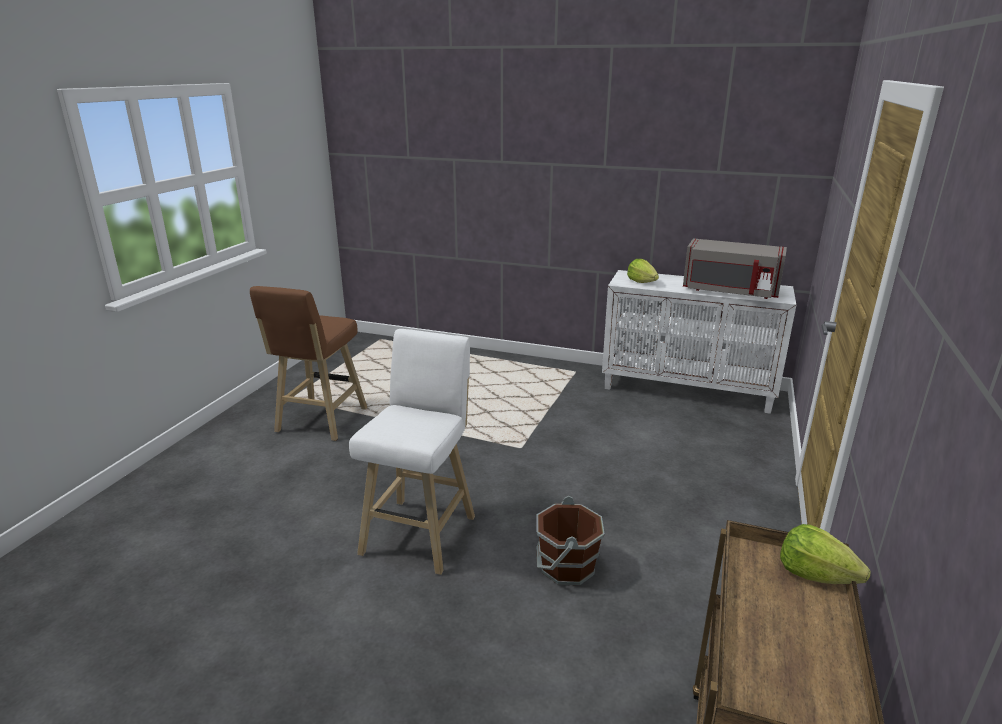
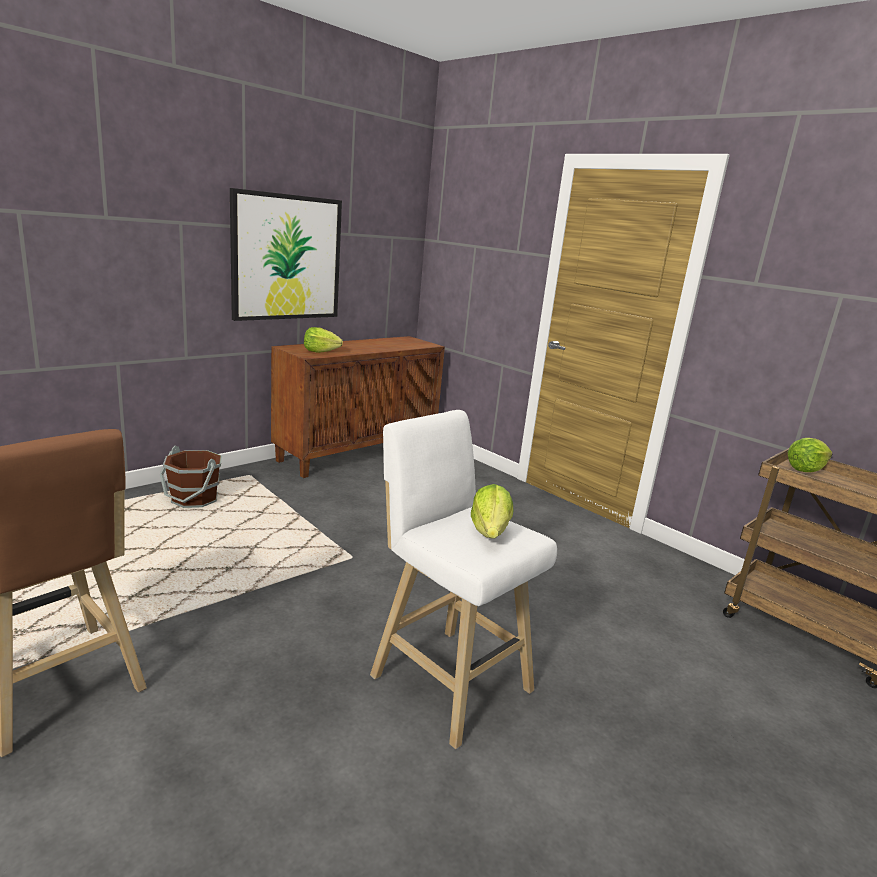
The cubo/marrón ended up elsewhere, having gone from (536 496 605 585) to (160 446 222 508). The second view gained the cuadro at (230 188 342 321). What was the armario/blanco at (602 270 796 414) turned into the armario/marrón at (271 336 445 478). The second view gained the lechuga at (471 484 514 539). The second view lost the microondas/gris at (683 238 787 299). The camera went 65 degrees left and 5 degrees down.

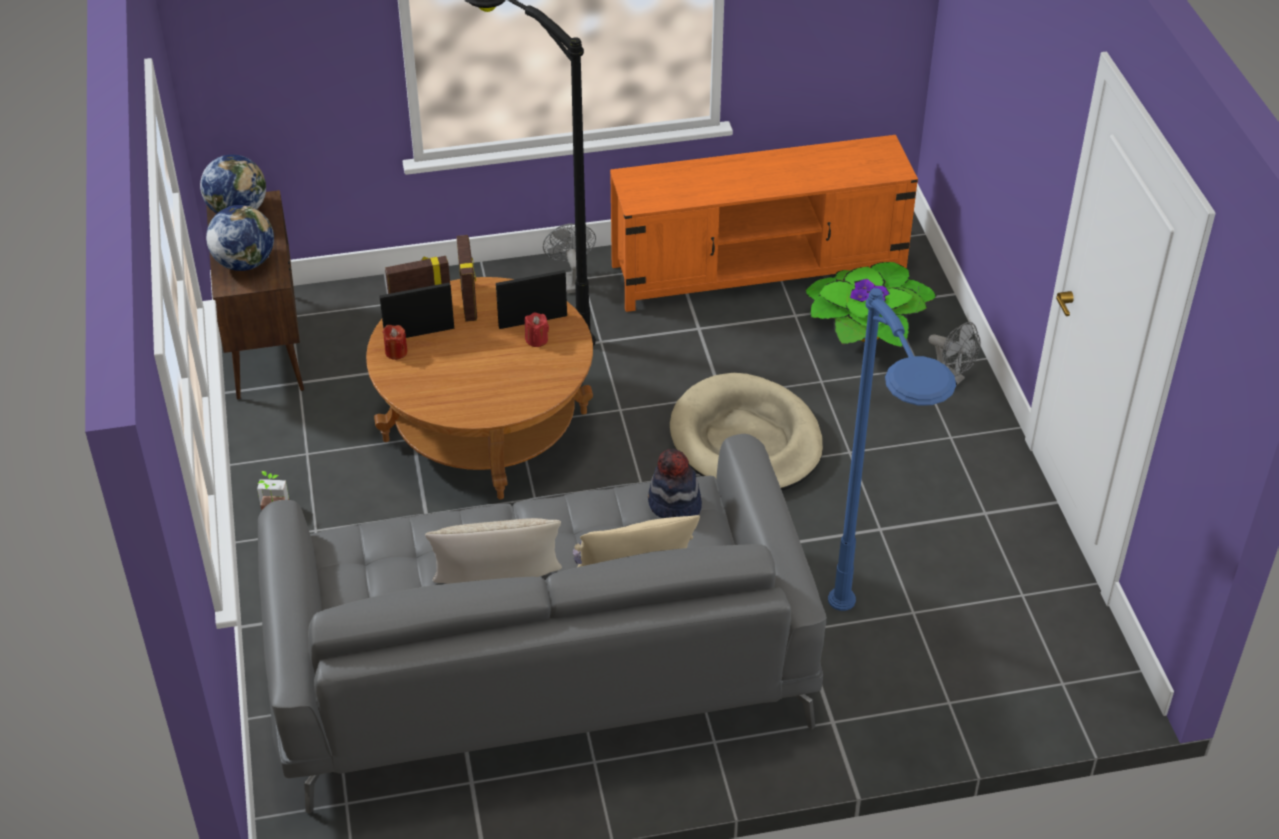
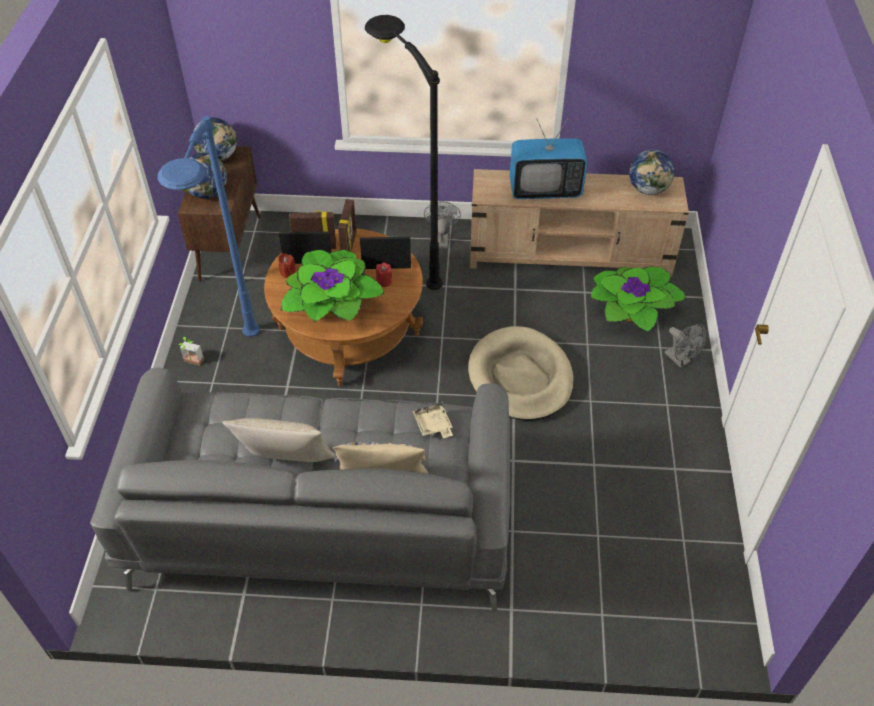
The lámpara de pie/azul ended up elsewhere, having gone from (828 288 956 611) to (158 116 260 337). The second view gained the planta en maceta at (281 250 384 322). Where the sombrero stood at (648 449 702 518), the bandeja/beis came to stand at (412 402 453 438). What was the mueble de televisión/naranja at (610 135 918 312) turned into the mueble de televisión/beis at (470 169 689 277). The second view gained the televisor at (510 119 588 199). The second view gained the globo terráqueo at (629 150 675 195). The camera went 15 degrees right and 5 degrees up.

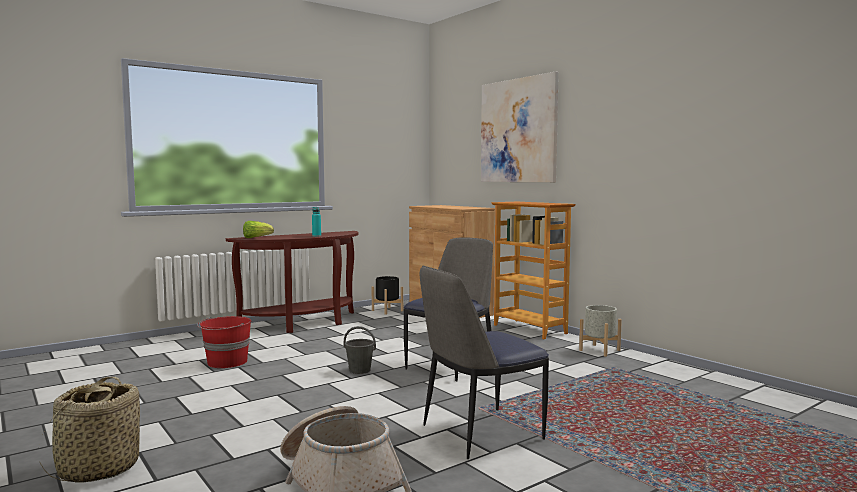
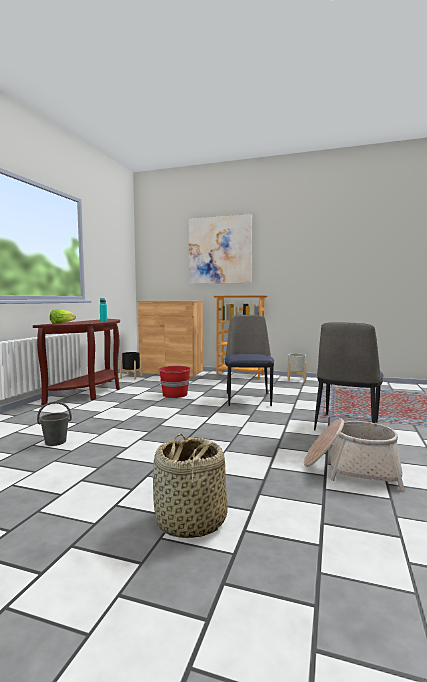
The cubo/gris ended up elsewhere, having gone from (344 326 376 374) to (37 401 72 446). The cubo/rojo ended up elsewhere, having gone from (197 316 251 368) to (158 366 191 398). The camera went 35 degrees left and 0 degrees up.

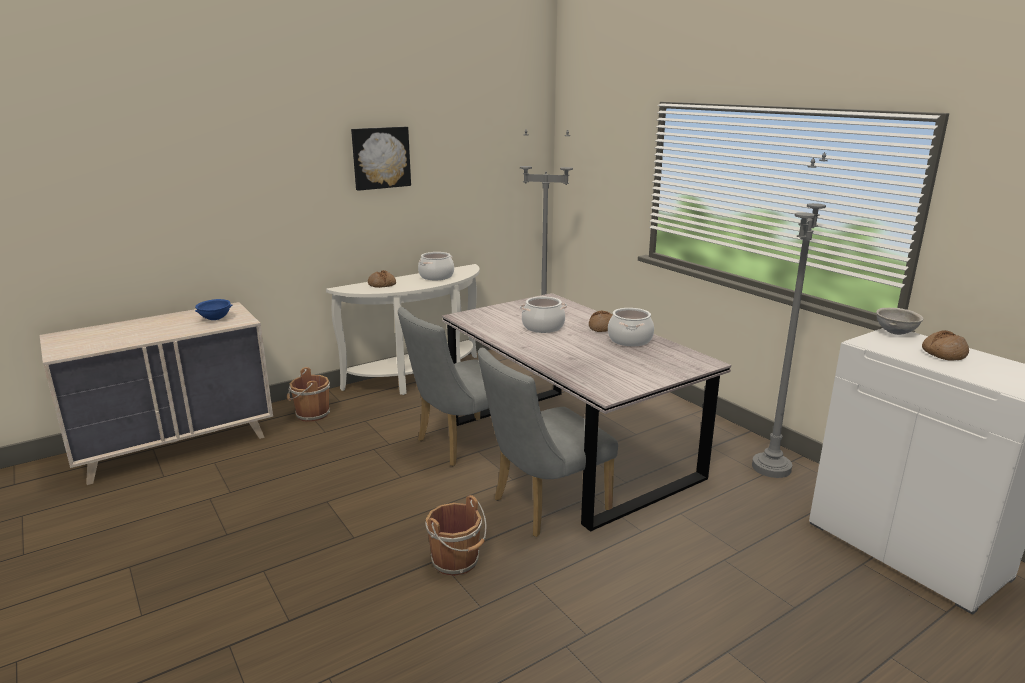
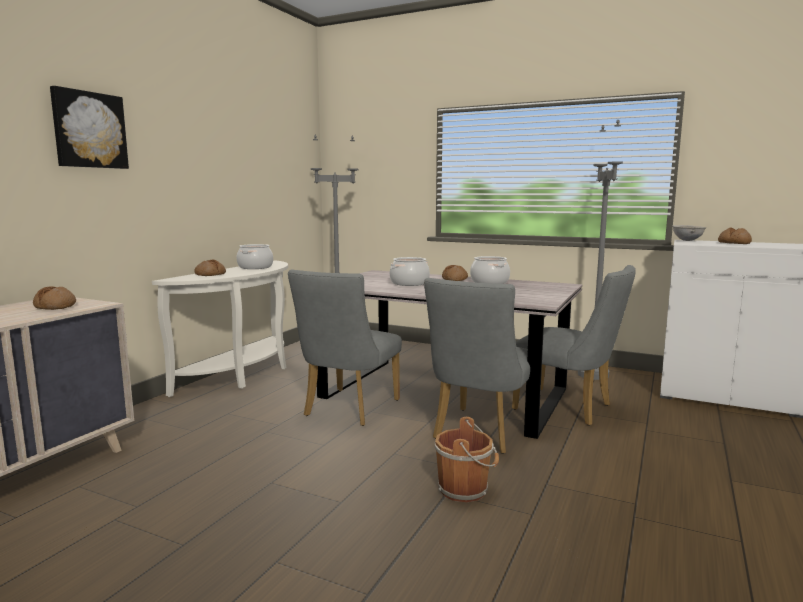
Where the cuenco/azul stood at (195 299 233 320), the pan came to stand at (33 287 76 310). The cuadro ended up elsewhere, having gone from (351 127 411 191) to (50 86 129 169). The second view gained the silla/gris at (512 265 636 426). The second view lost the cubo/marrón at (287 367 330 422). The camera went 30 degrees left and 10 degrees down.

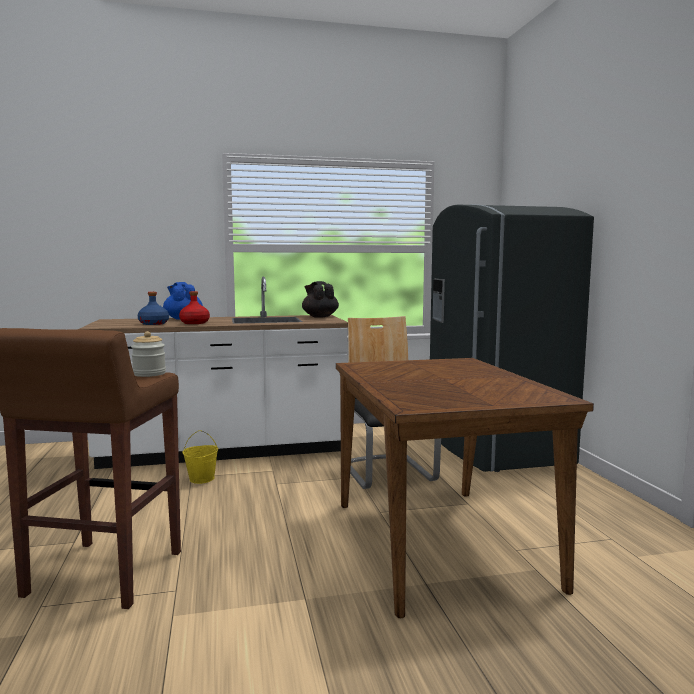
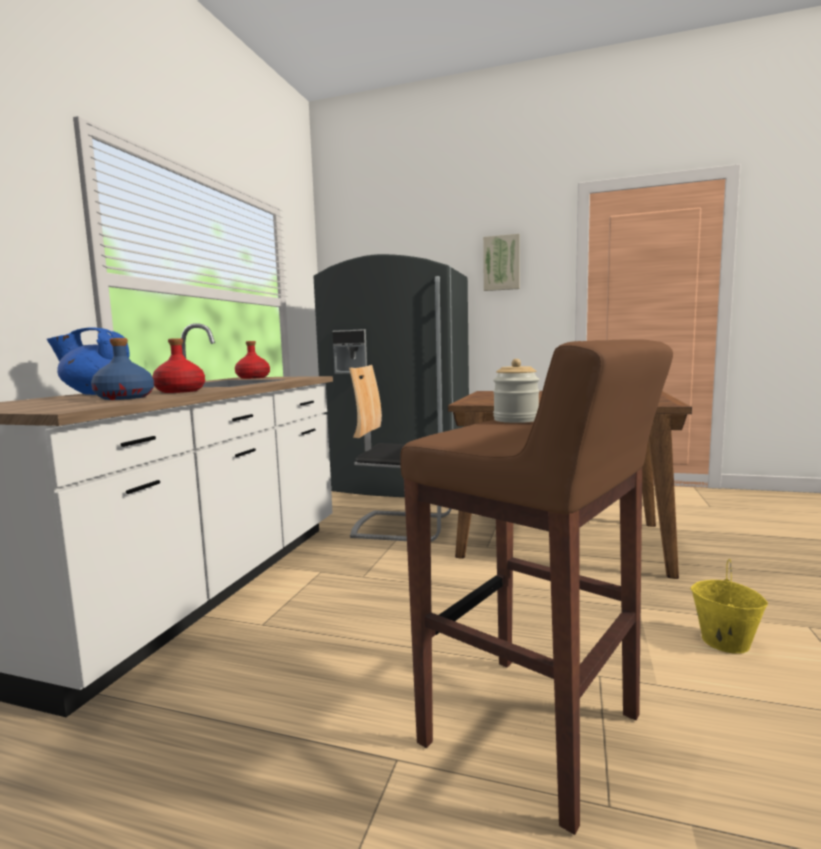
Where the tetera/negro stood at (302 281 339 318), the botella/rojo came to stand at (235 341 270 379). The second view gained the cuadro at (483 234 520 291). The cubo/amarillo ended up elsewhere, having gone from (183 430 218 484) to (691 559 768 654). The camera went 60 degrees left and 0 degrees up.

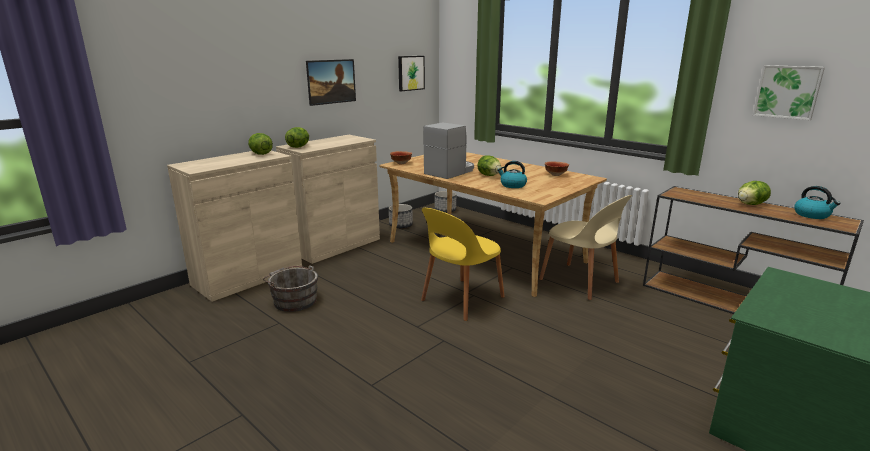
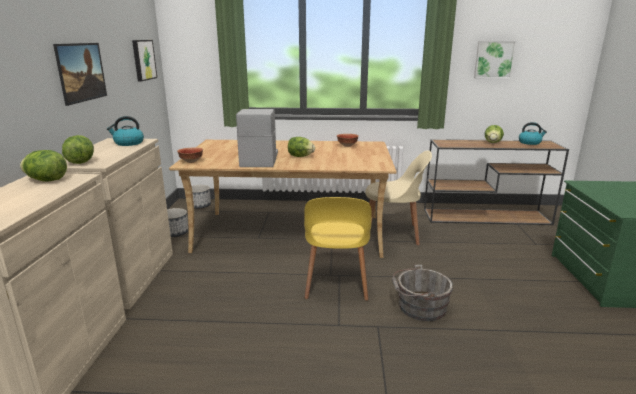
The hervidor ended up elsewhere, having gone from (497 161 527 188) to (107 116 144 146). The cubo/gris ended up elsewhere, having gone from (263 265 318 312) to (392 265 453 321). The camera went 40 degrees left and 0 degrees up.

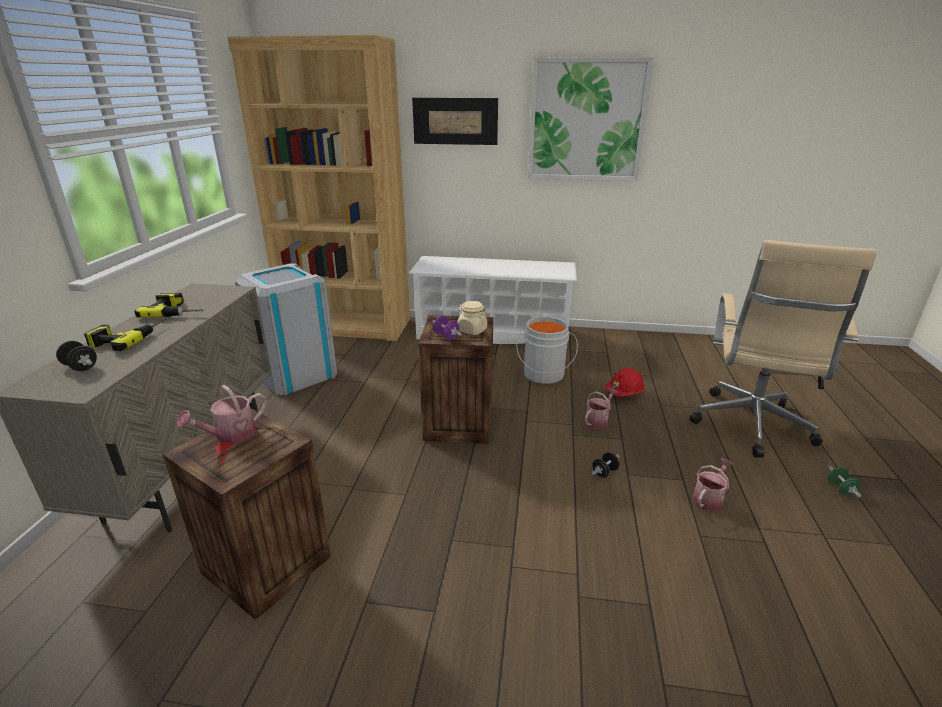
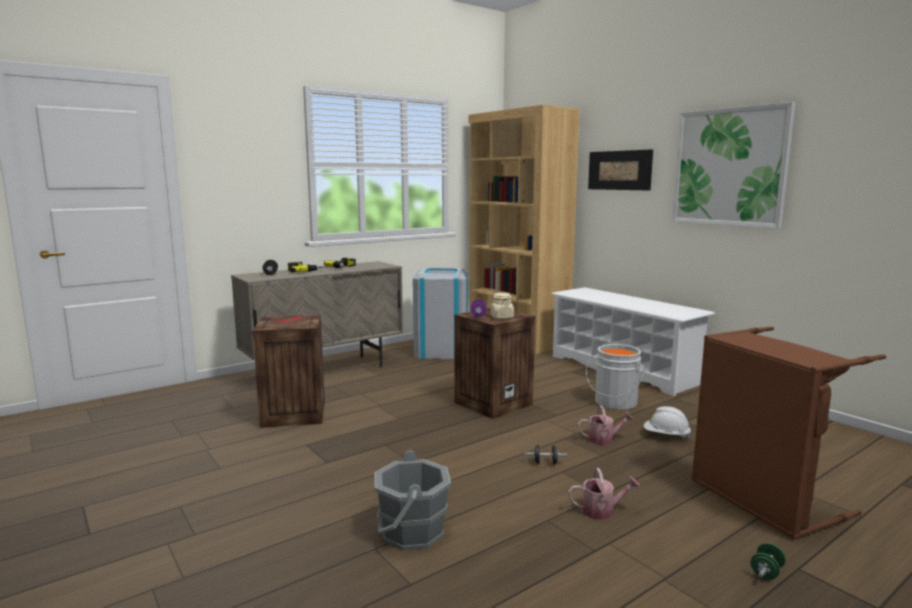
The second view gained the cubo/gris at (375 450 451 550). What was the casco/rojo at (605 368 645 397) turned into the casco/blanco at (644 406 691 439). Where the silla de oficina/beis stood at (689 240 877 457), the cesto de la ropa/marrón came to stand at (692 326 886 540). The second view lost the regadera at (177 385 267 444). The camera went 45 degrees right and 15 degrees down.

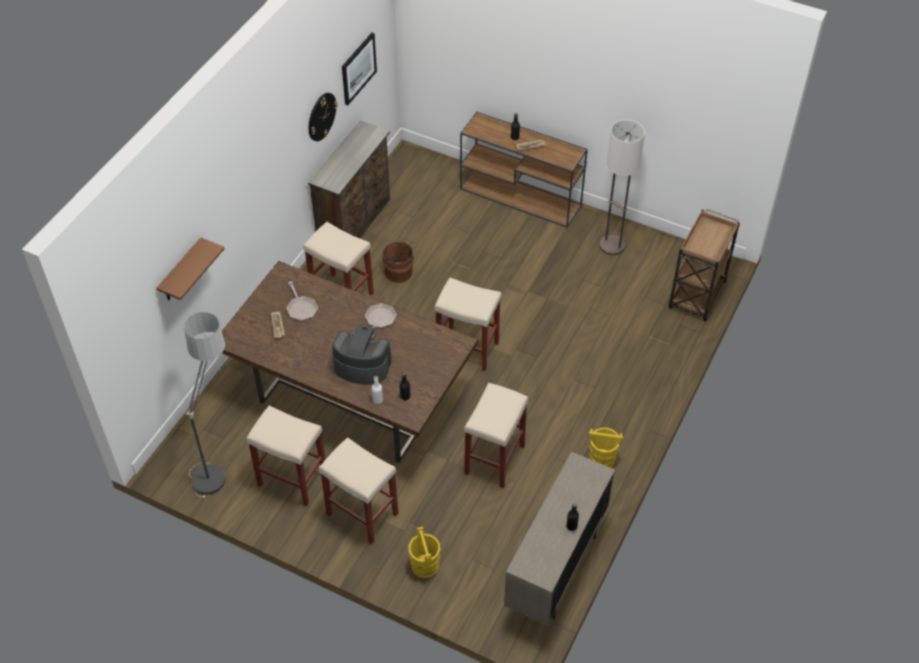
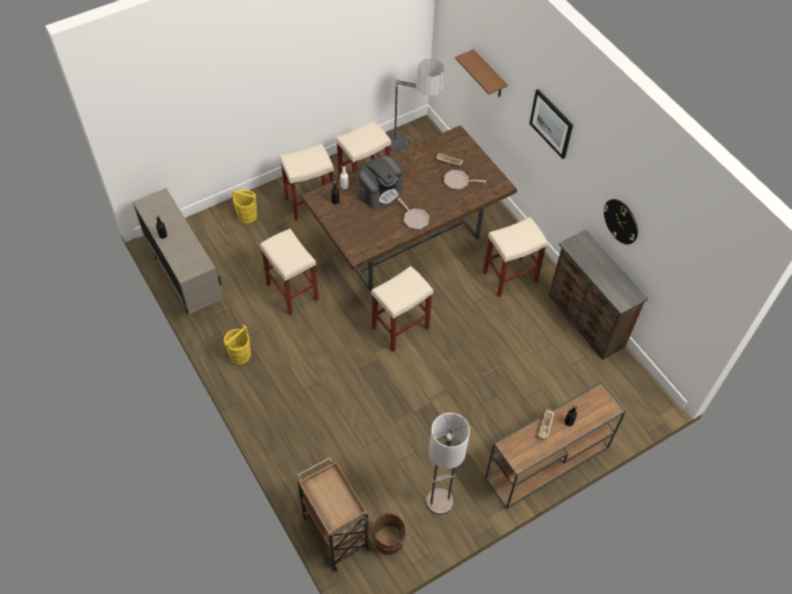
The cubo/marrón ended up elsewhere, having gone from (380 241 414 283) to (372 513 409 555). The cuadro ended up elsewhere, having gone from (342 33 377 105) to (529 89 573 159). The camera went 120 degrees right and 5 degrees up.

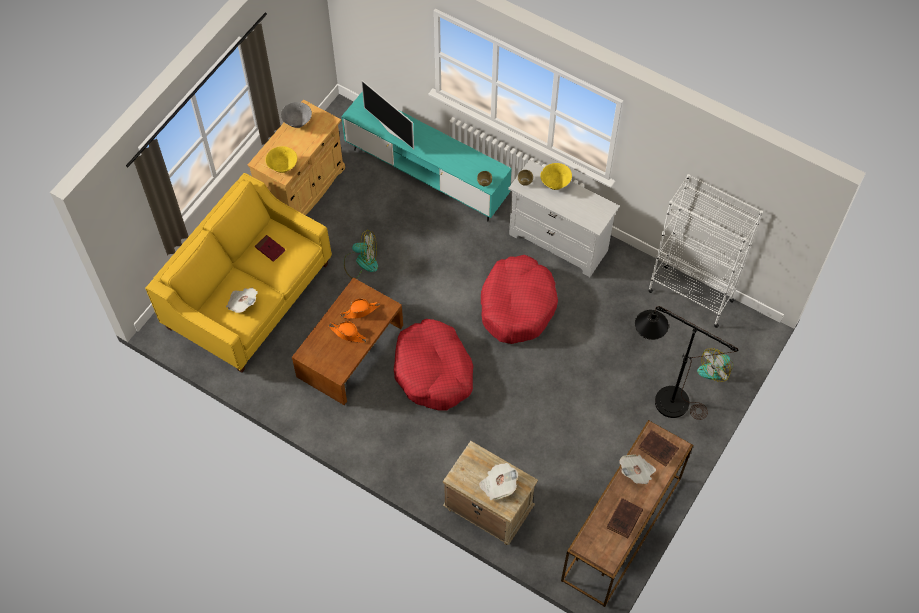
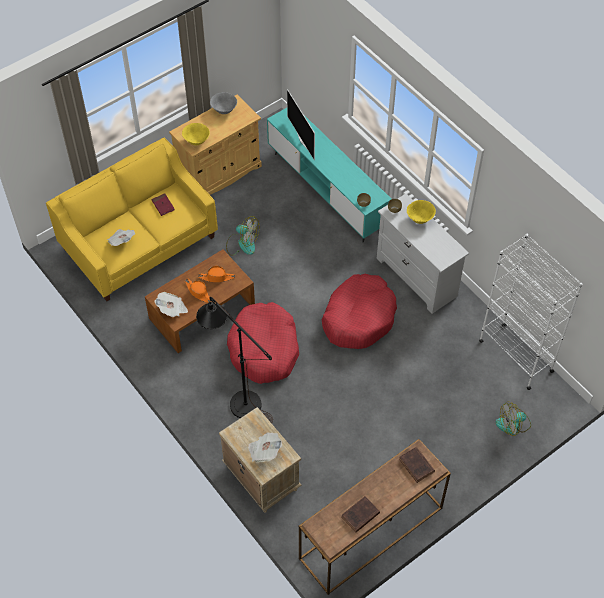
The periódico ended up elsewhere, having gone from (620 455 656 484) to (154 292 188 317). The lámpara de pie/negro ended up elsewhere, having gone from (635 306 738 420) to (196 297 273 423). The camera went 20 degrees right and 5 degrees down.

